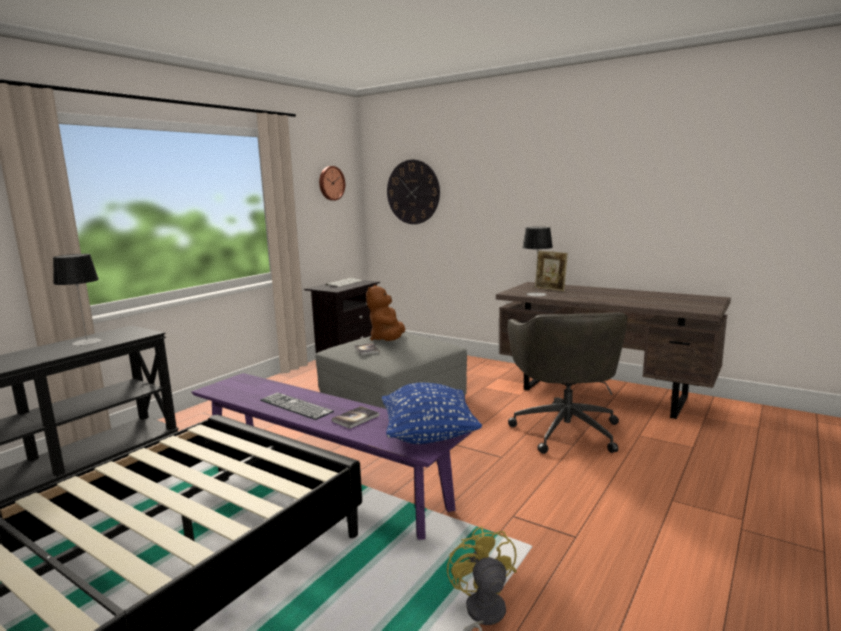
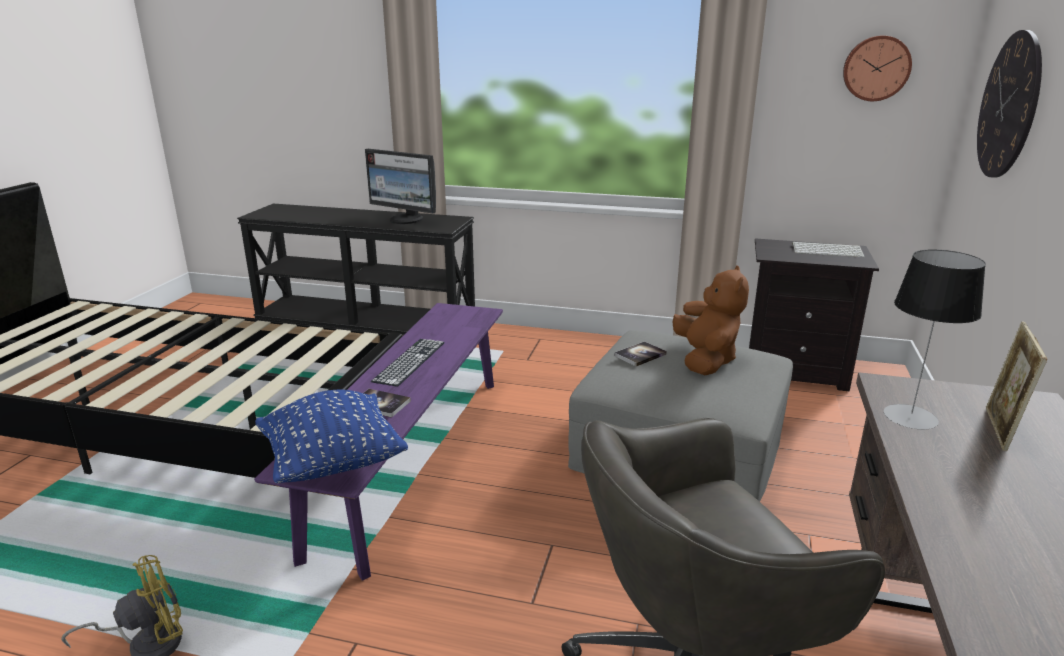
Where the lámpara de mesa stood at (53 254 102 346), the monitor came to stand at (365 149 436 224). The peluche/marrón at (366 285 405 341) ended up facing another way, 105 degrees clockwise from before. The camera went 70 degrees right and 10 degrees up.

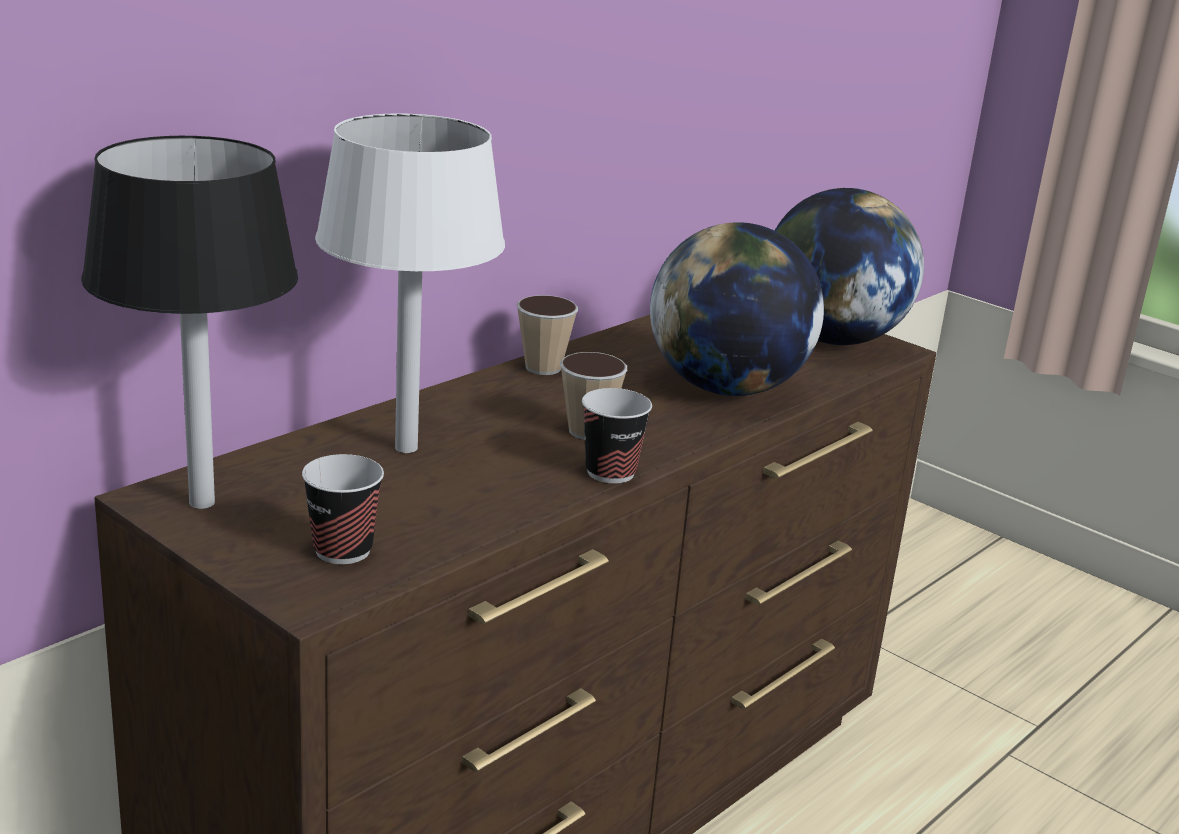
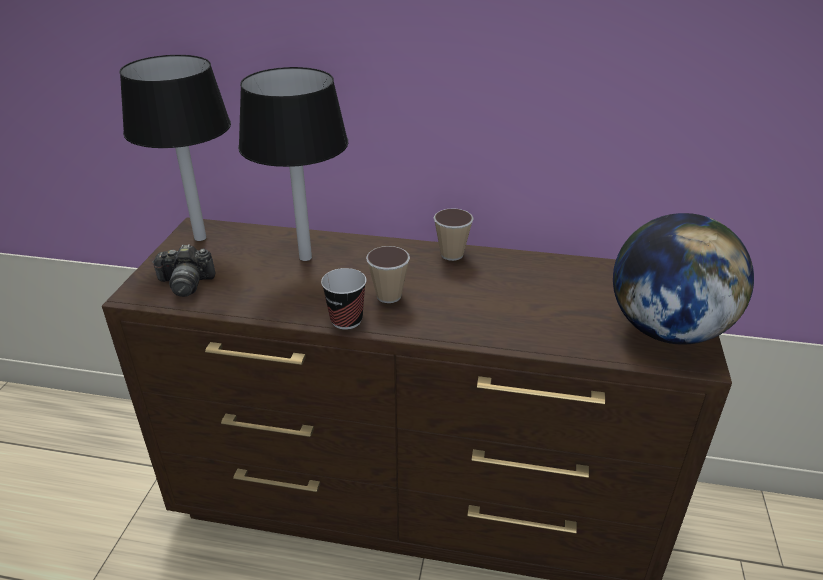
Where the taza stood at (302 454 384 564), the cámara came to stand at (152 244 216 297). What was the lámpara de mesa/blanco at (315 113 505 453) turned into the lámpara de mesa/negro at (238 67 348 261). The second view lost the globo terráqueo at (650 222 824 396). The camera went 60 degrees right and 10 degrees up.

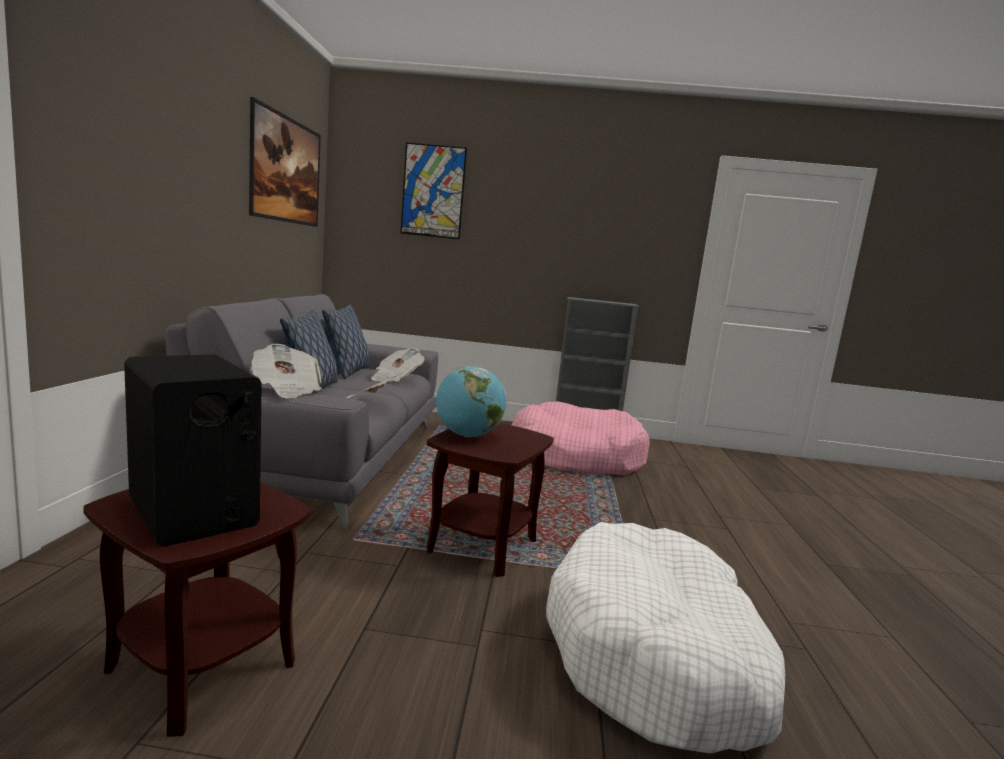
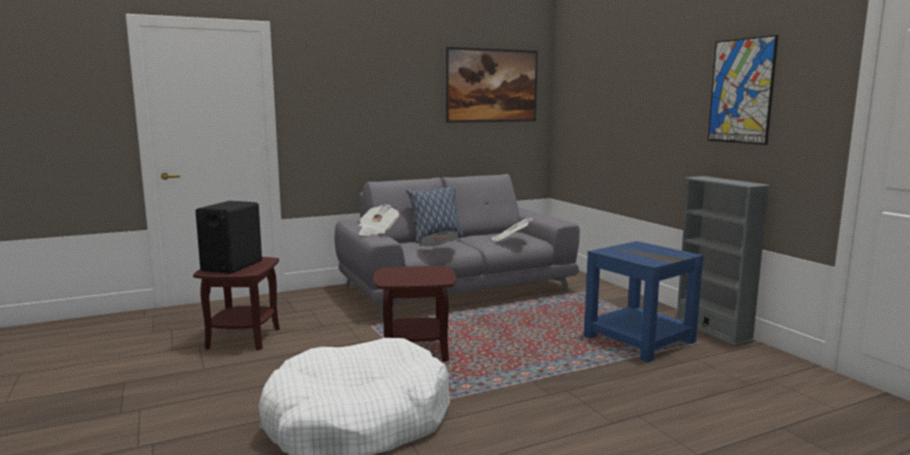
Where the cama para perro/rosa stood at (511 402 650 476), the mesa auxiliar/azul came to stand at (584 241 704 362). The cuadro ended up elsewhere, having gone from (400 142 467 239) to (708 35 778 145). The second view lost the cojín at (322 305 369 379). The second view lost the globo terráqueo at (436 366 506 437). The camera went 60 degrees right and 0 degrees up.

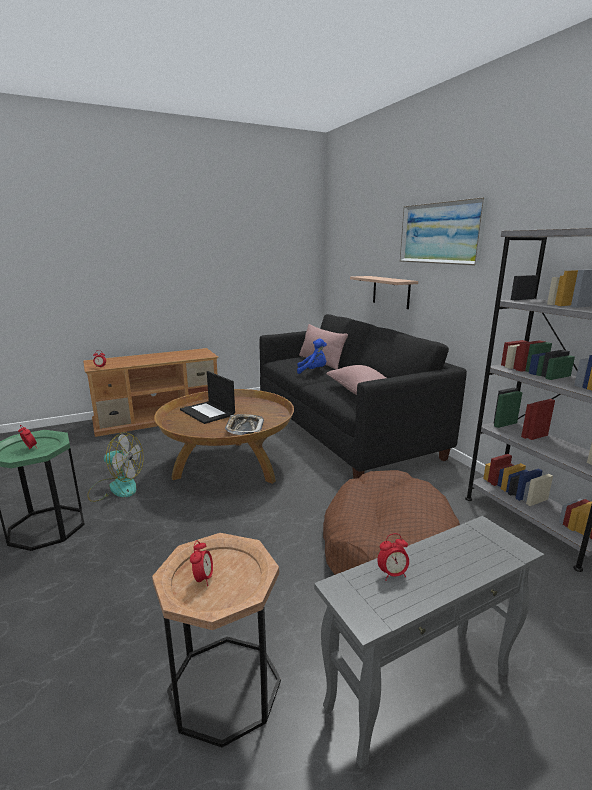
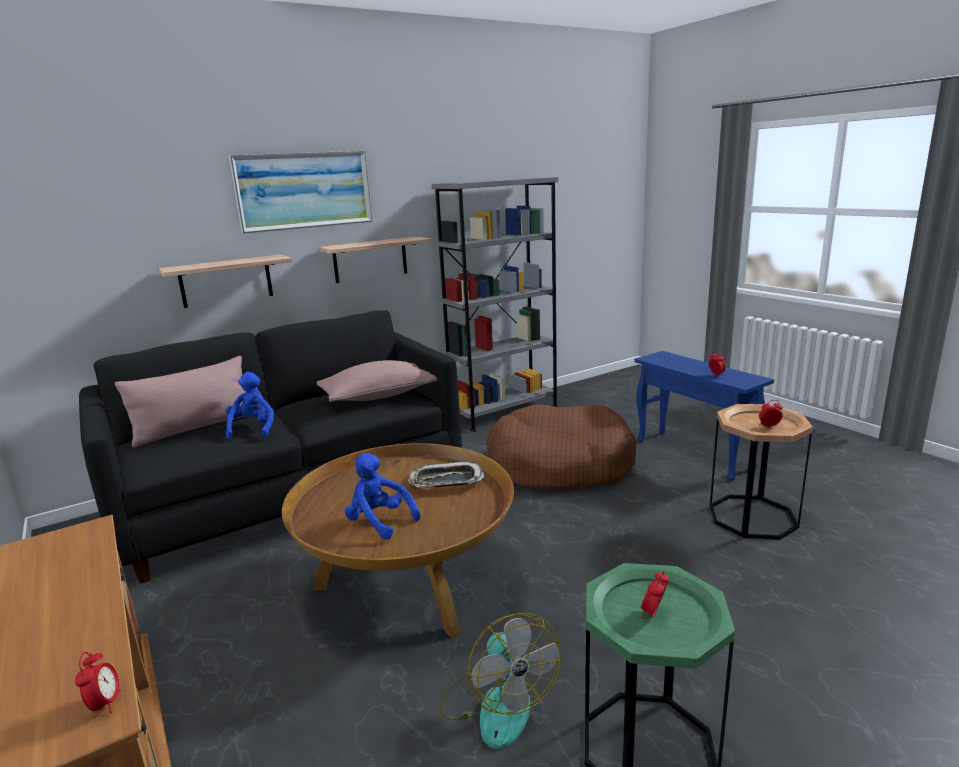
The second view gained the estante at (318 236 431 283). Where the portátil stood at (180 371 235 424), the peluche/azul came to stand at (345 453 420 540). The ventilador at (87 432 144 502) ended up facing another way, 150 degrees clockwise from before. What was the mesa auxiliar/gris at (314 516 544 769) turned into the mesa auxiliar/azul at (634 351 774 481). The camera went 95 degrees left and 0 degrees up.

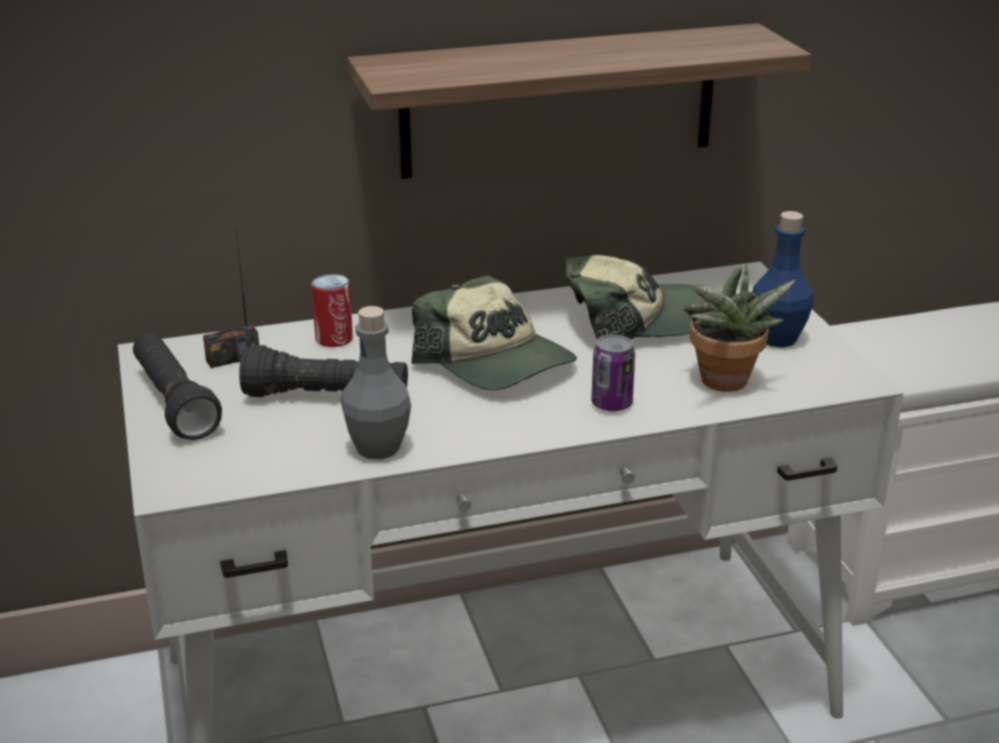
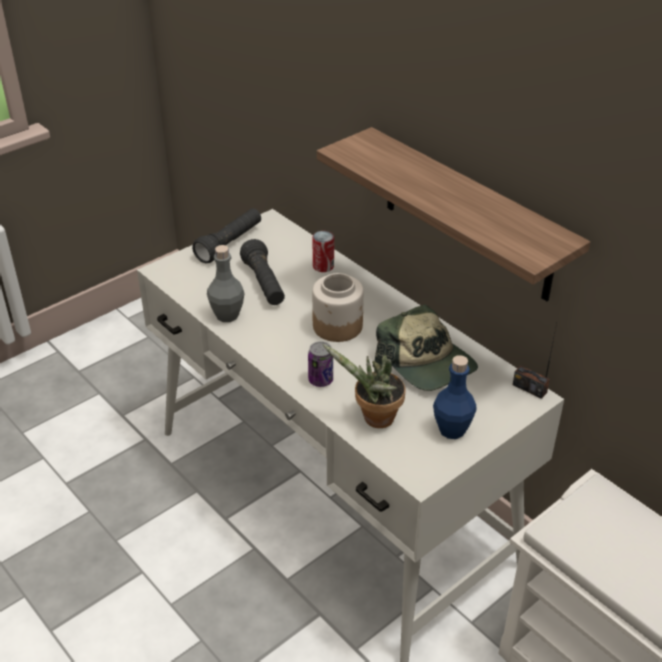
Where the gorra stood at (412 275 577 390), the tarro came to stand at (312 273 364 342). The radio ended up elsewhere, having gone from (203 229 259 368) to (513 323 557 399). The camera went 65 degrees right and 10 degrees up.

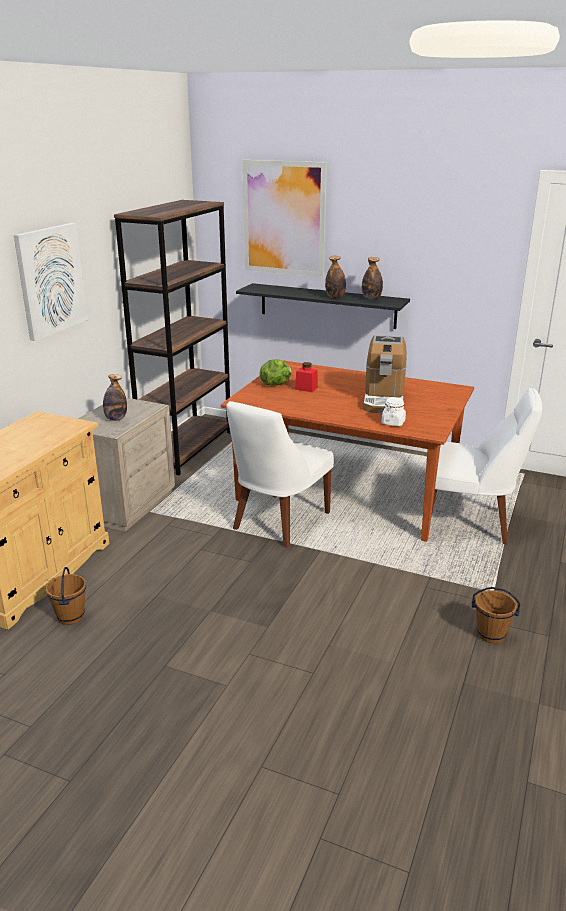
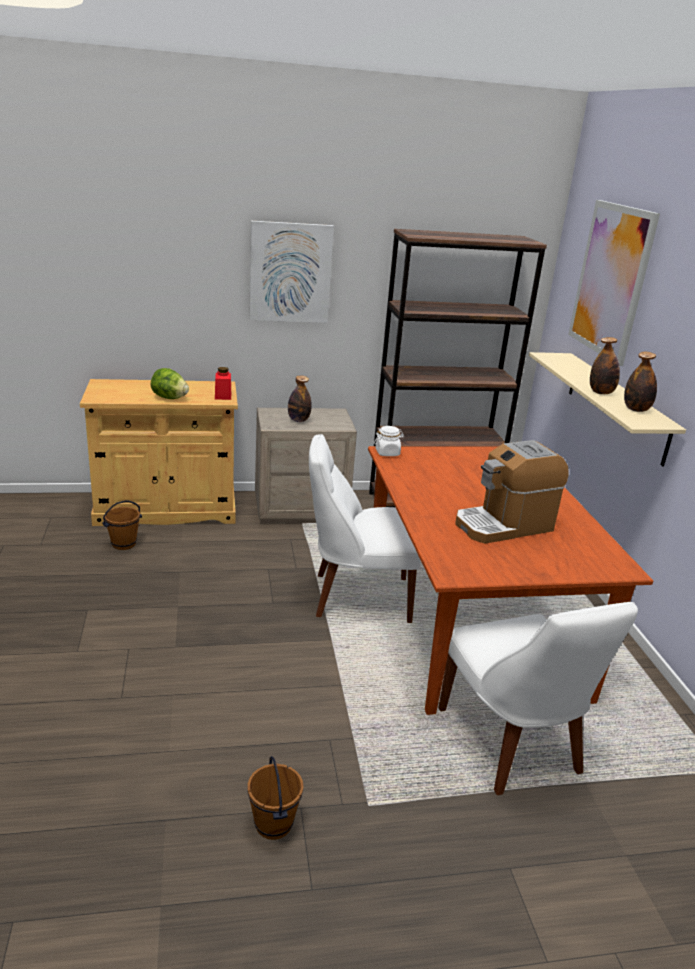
The lechuga ended up elsewhere, having gone from (260 360 292 386) to (151 368 189 399). The tarro/rojo ended up elsewhere, having gone from (295 362 318 392) to (215 367 231 400). The tarro/blanco ended up elsewhere, having gone from (382 397 406 426) to (374 426 404 456). What was the estante/negro at (236 283 410 329) turned into the estante/beis at (529 352 686 466). The camera went 55 degrees right and 0 degrees up.

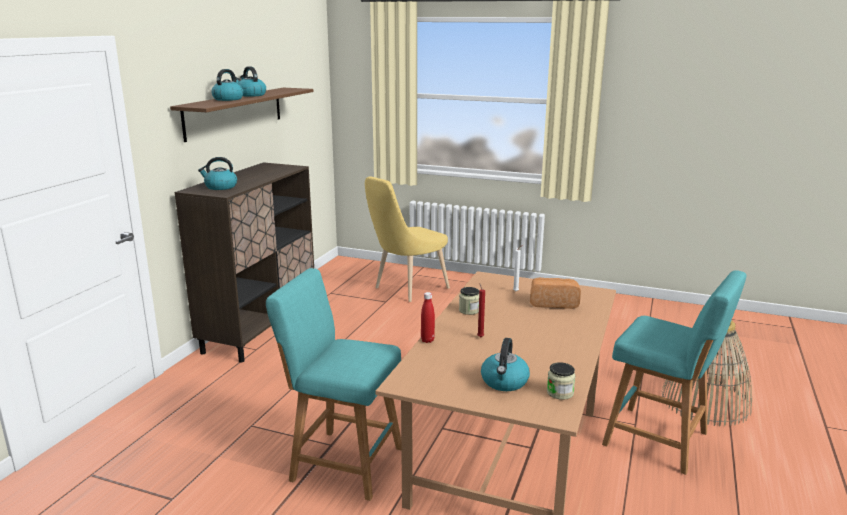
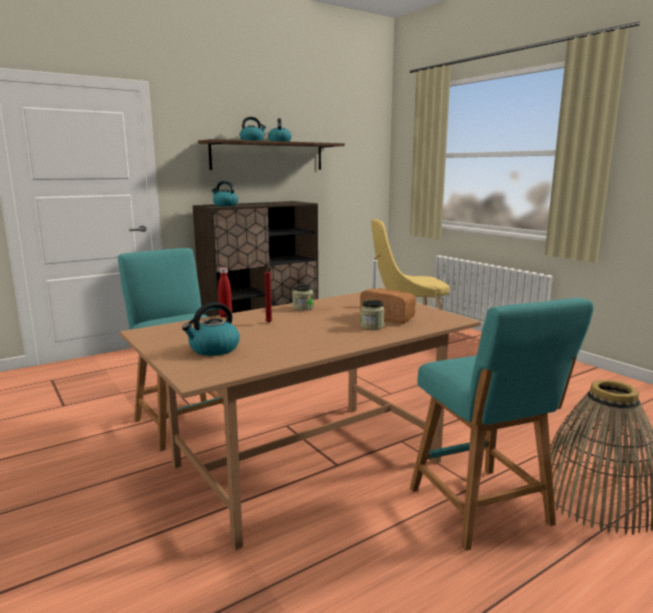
The tarro ended up elsewhere, having gone from (547 362 576 400) to (361 300 384 330). The camera went 35 degrees right and 5 degrees down.

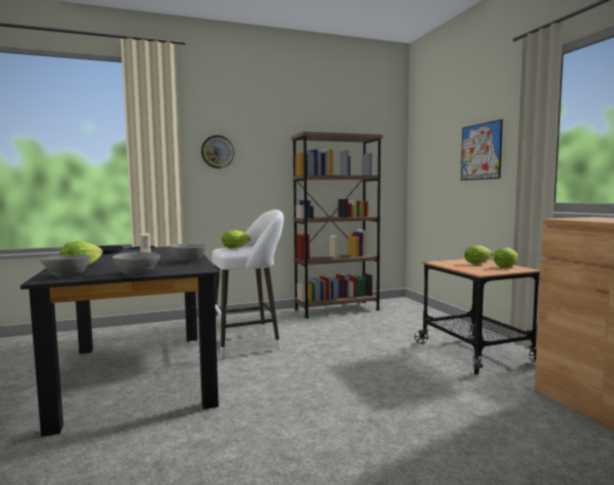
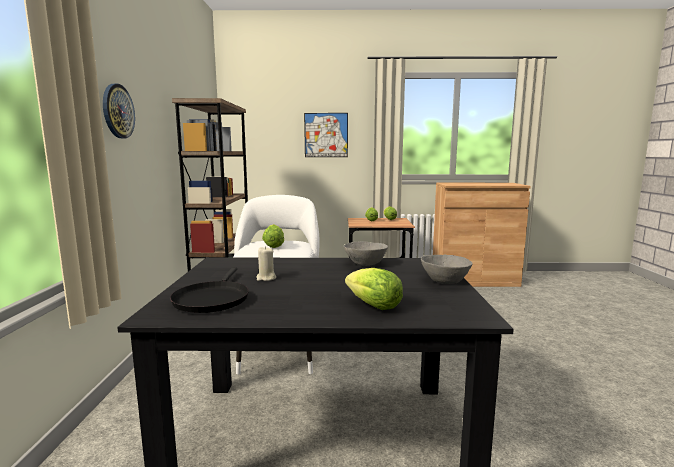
The second view lost the cuenco/gris at (40 255 91 277). The camera went 70 degrees left and 5 degrees up.

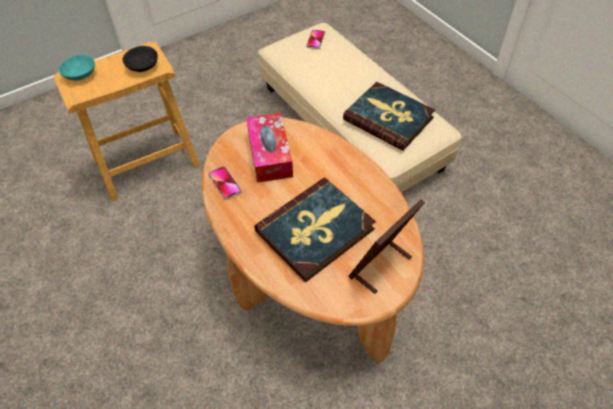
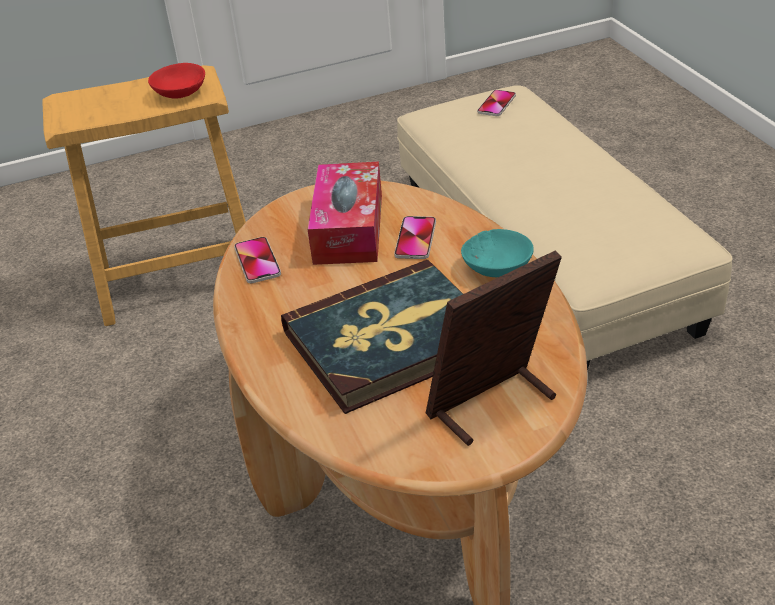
What was the cuenco/negro at (123 46 158 72) turned into the cuenco/rojo at (148 63 205 99). The second view gained the móvil at (394 216 436 259). The cuenco/turquesa ended up elsewhere, having gone from (58 55 95 81) to (461 229 534 277). The second view lost the libro at (343 82 435 151). The camera went 15 degrees right and 15 degrees down.

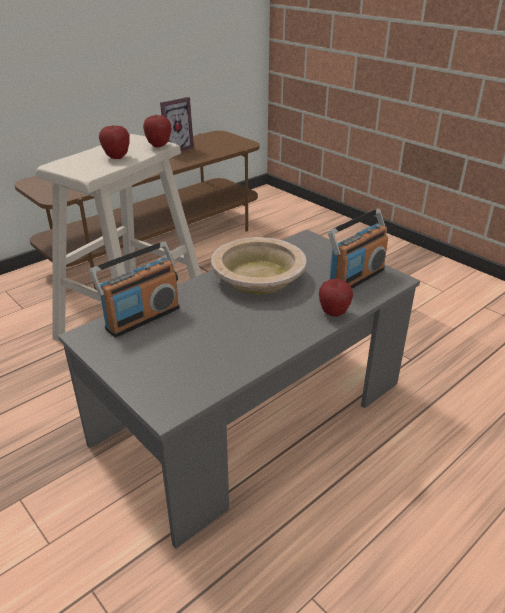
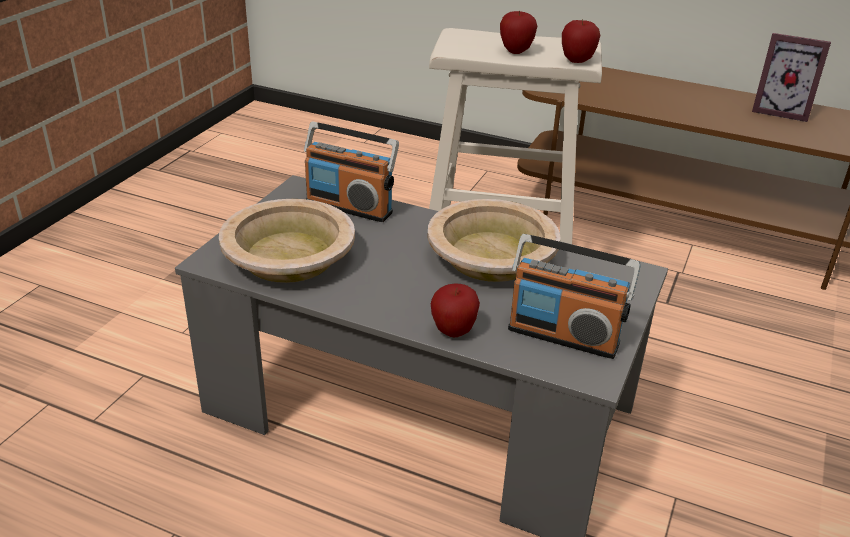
The second view gained the cuenco/beis at (219 199 355 283). The camera went 65 degrees right and 0 degrees up.

